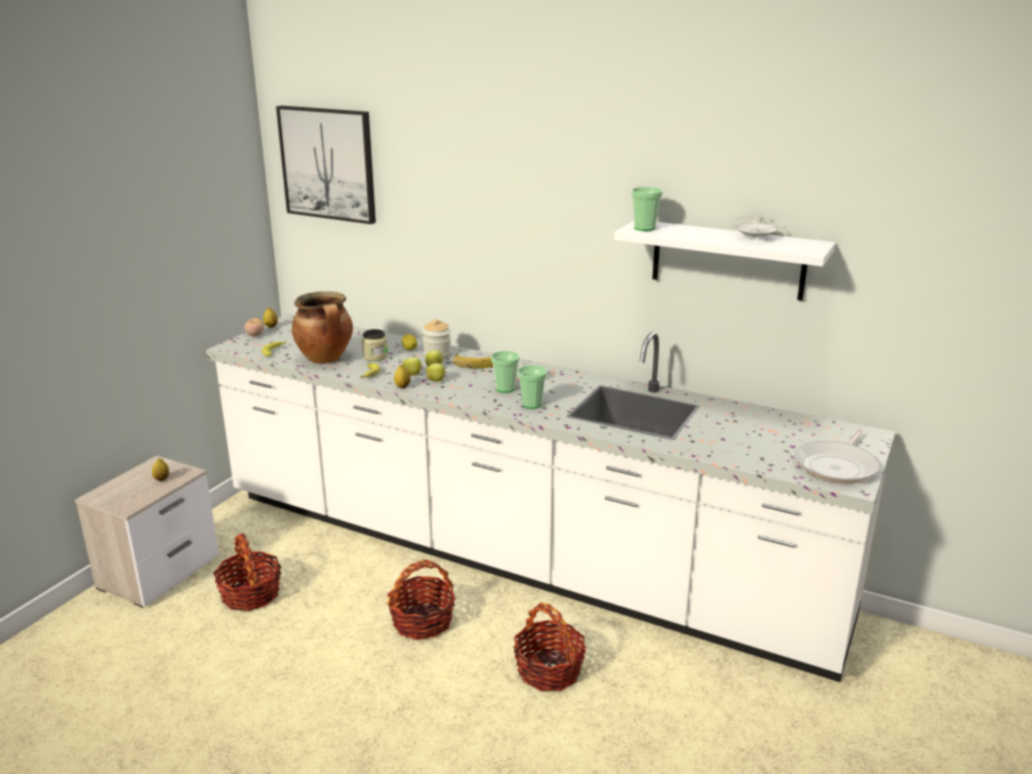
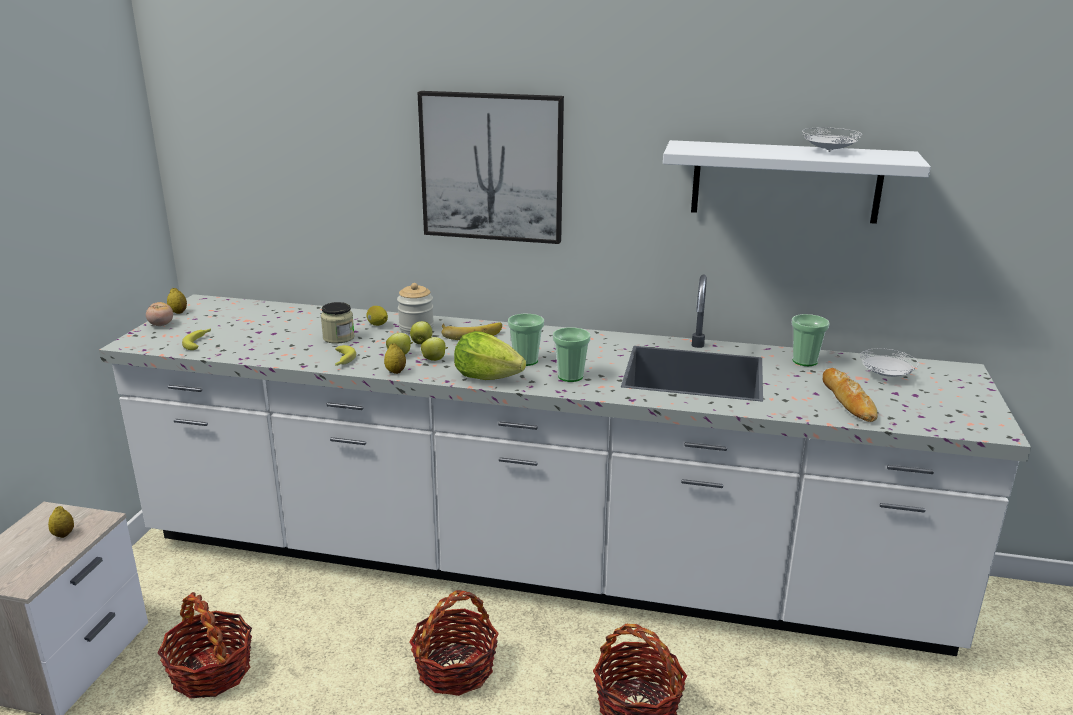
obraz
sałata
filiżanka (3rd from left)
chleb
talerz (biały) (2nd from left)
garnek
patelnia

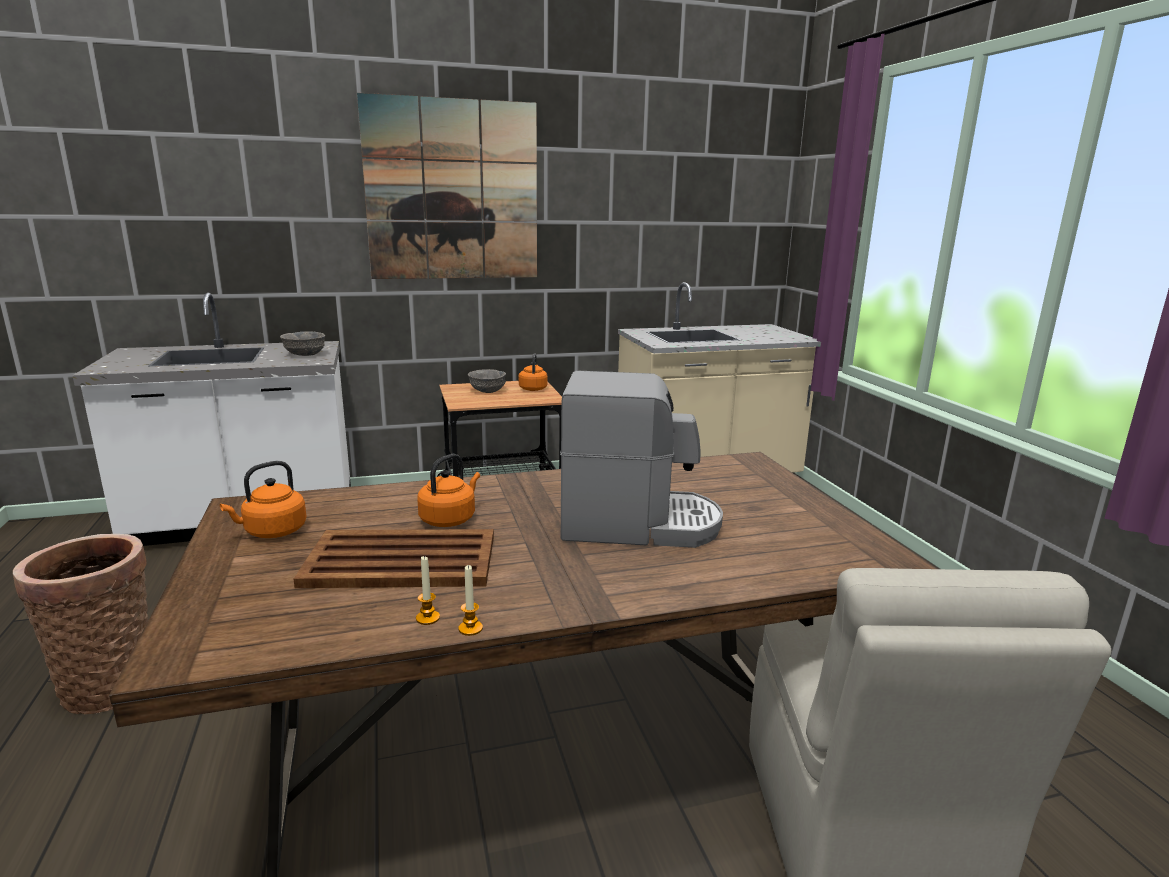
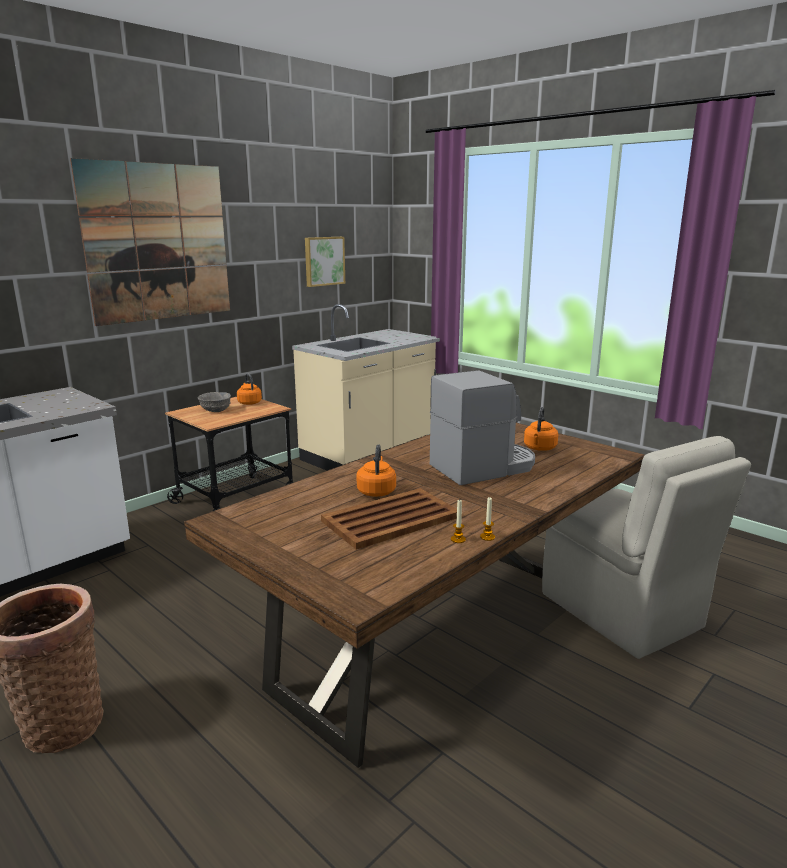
obraz (2nd from left)
czajnik (pomarańczowy) (3rd from left)
miska (szary) (1st from left in the first image)

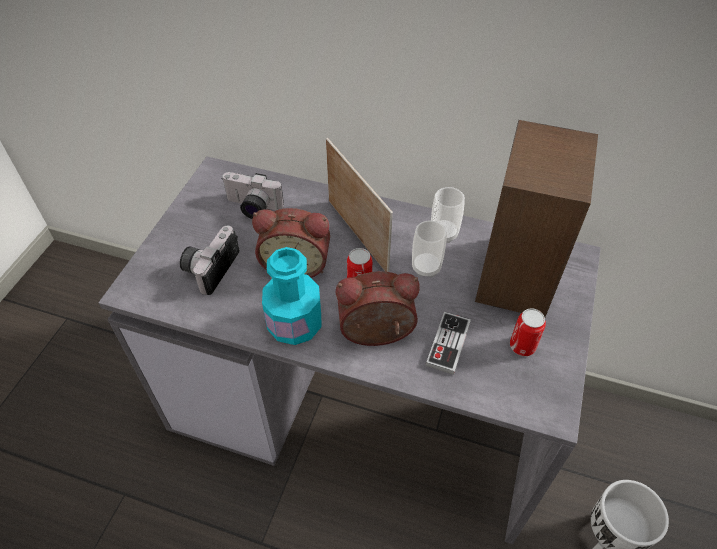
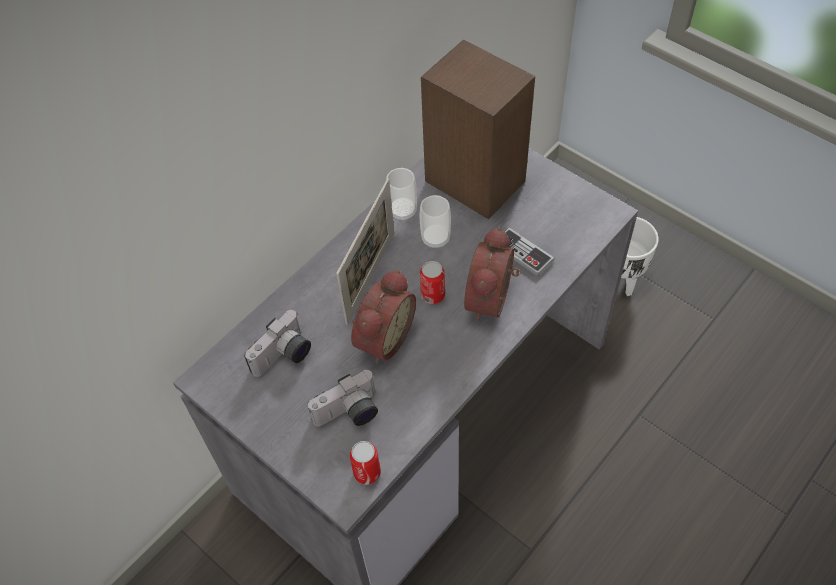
aparat fotograficzny (2nd from left)
ramka na zdjęcie
puszka (1st from left)
butelka (turkusowy)

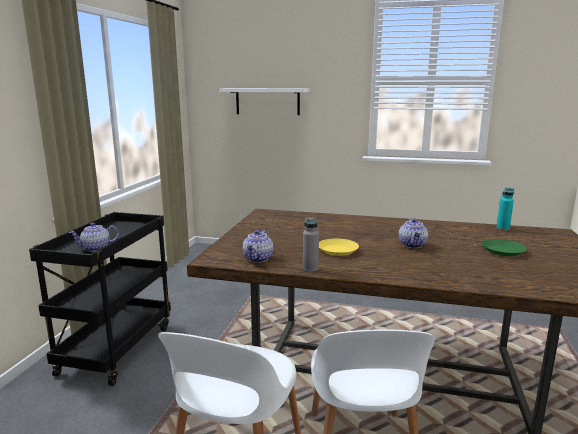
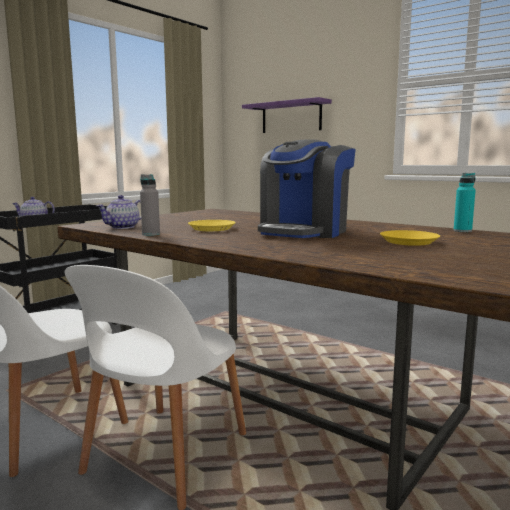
półka (fioletowy)
ekspres do kawy
talerz (żółty) (2nd from left)

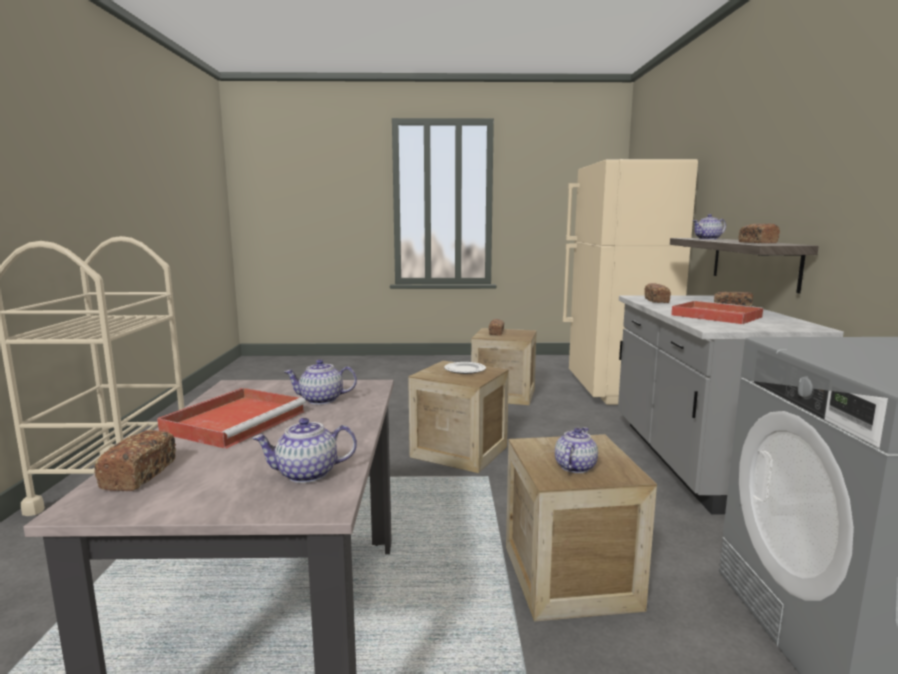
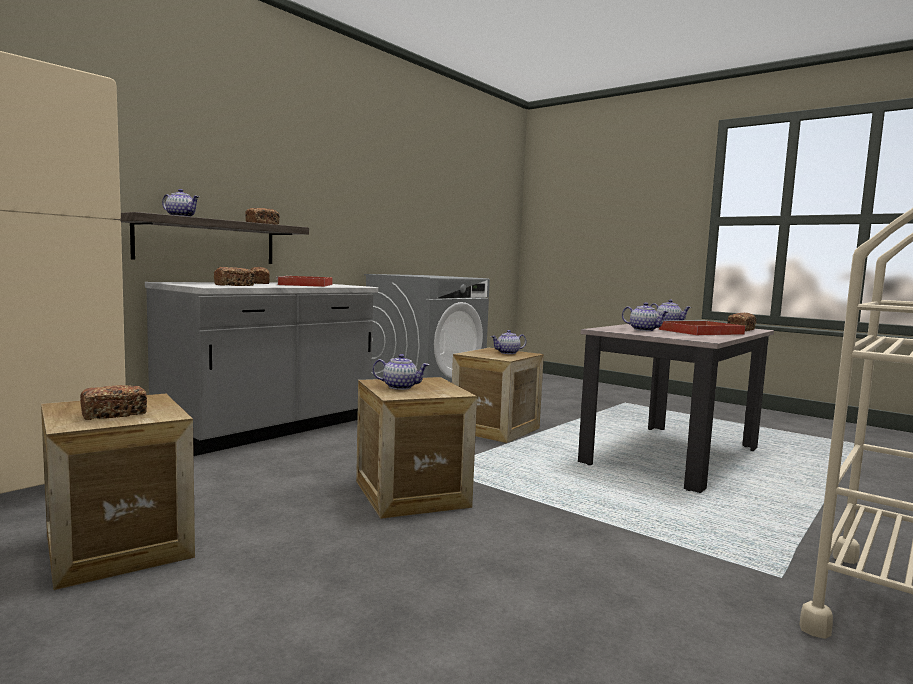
imbryk (2nd from left)

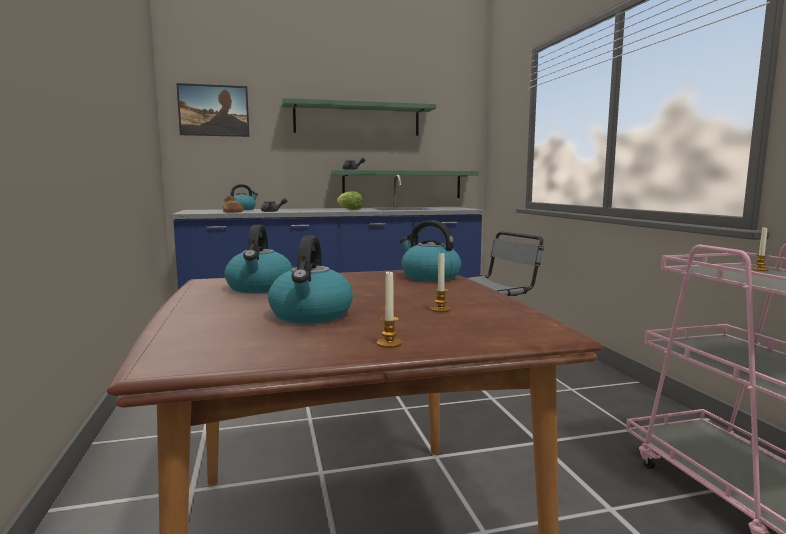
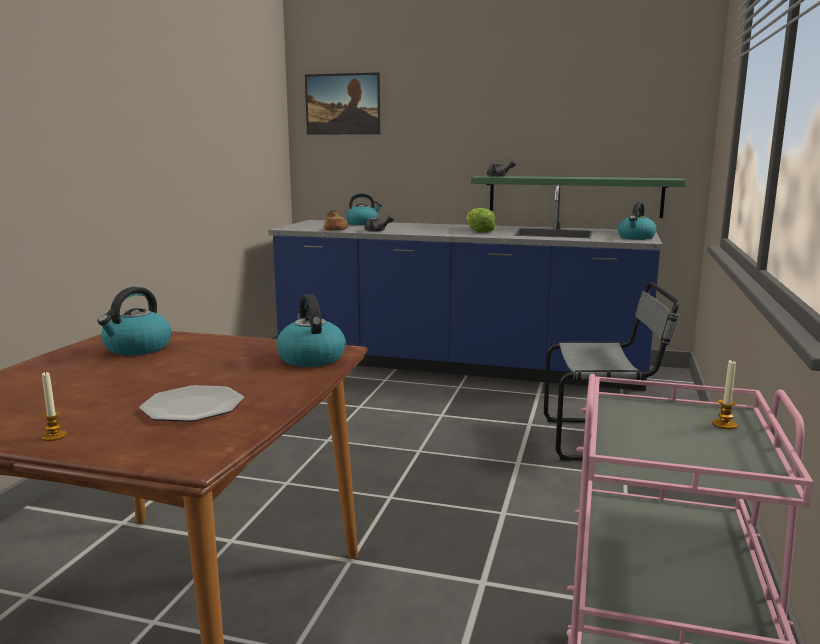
talerz
czajnik (4th from left)
półka (zielony) (1st from left in the first image)

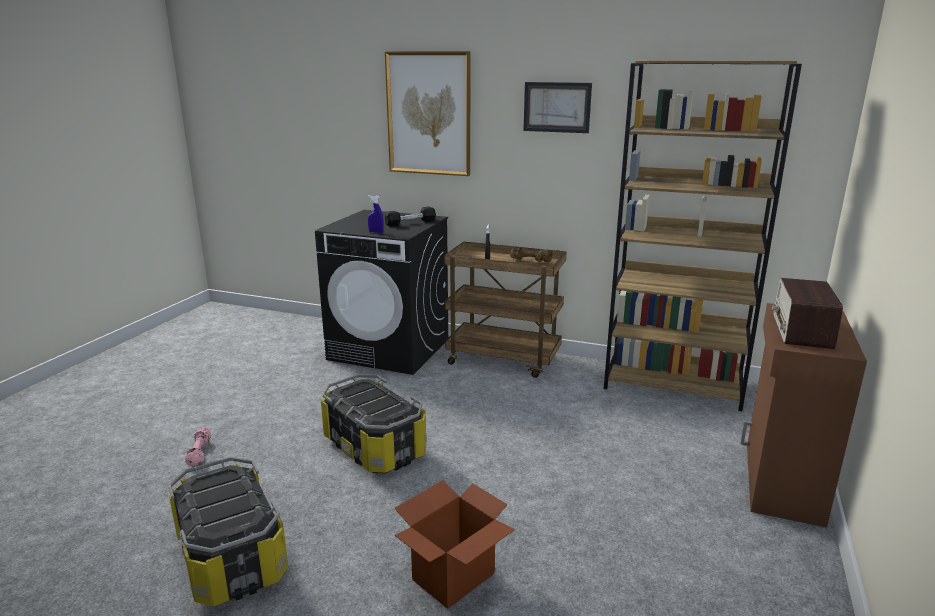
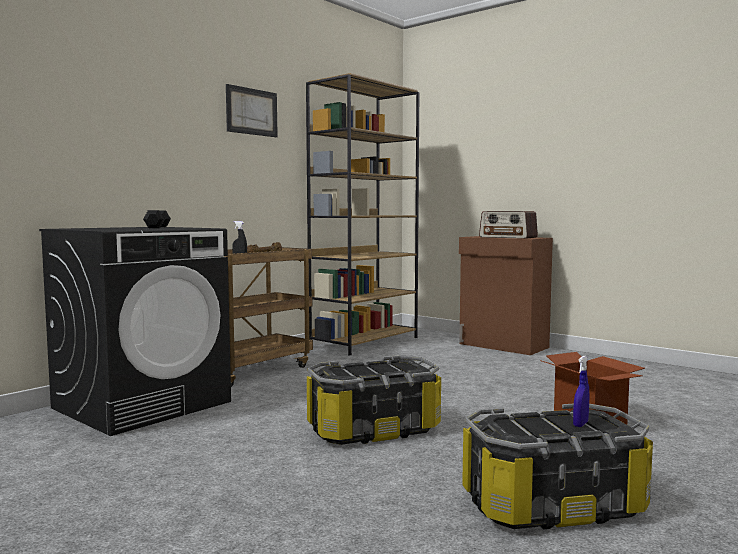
spryskiwacz (niebieski)
hantel (różowy)
obraz (1st from left in the first image)

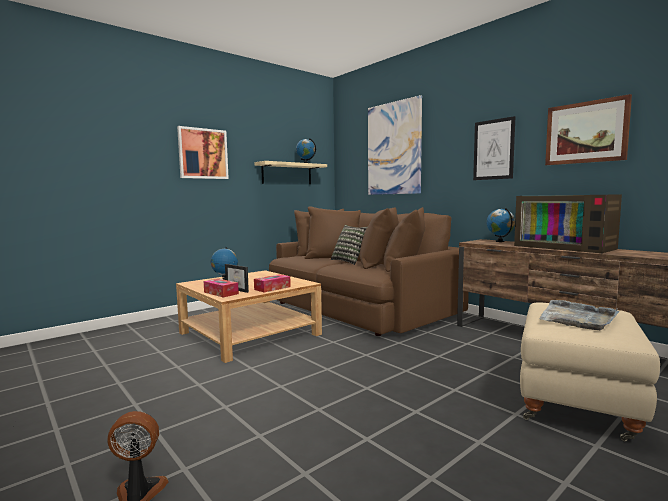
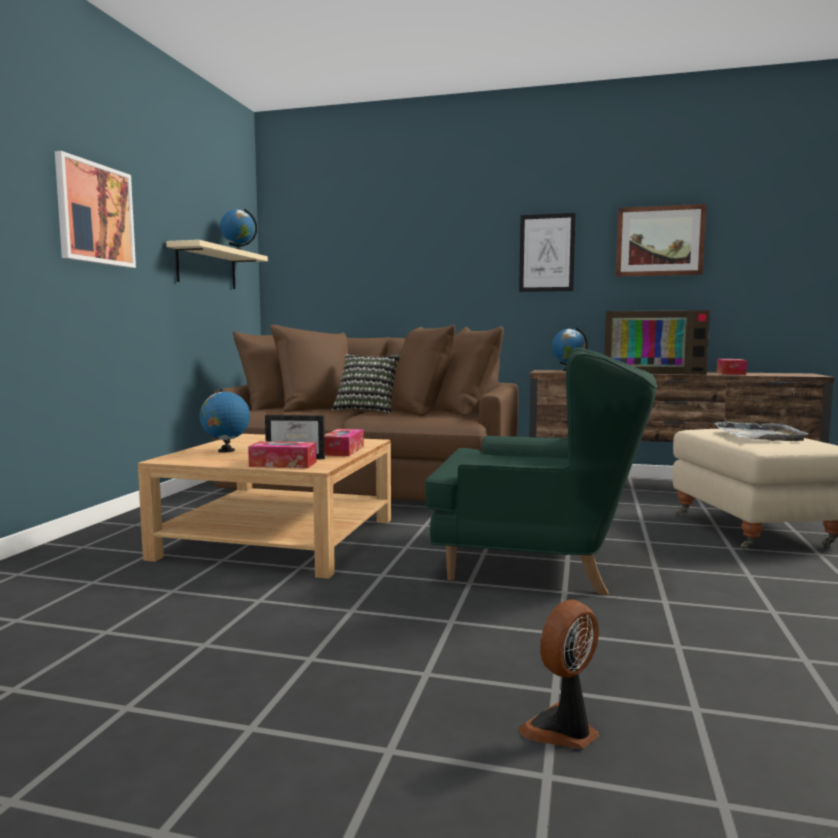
fotel (zielony)
pudełko chusteczek (3rd from left)
obraz (2nd from left in the first image)

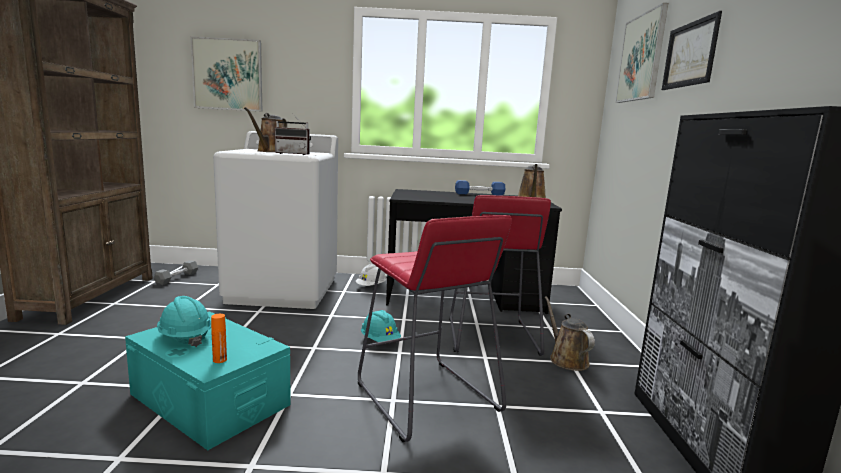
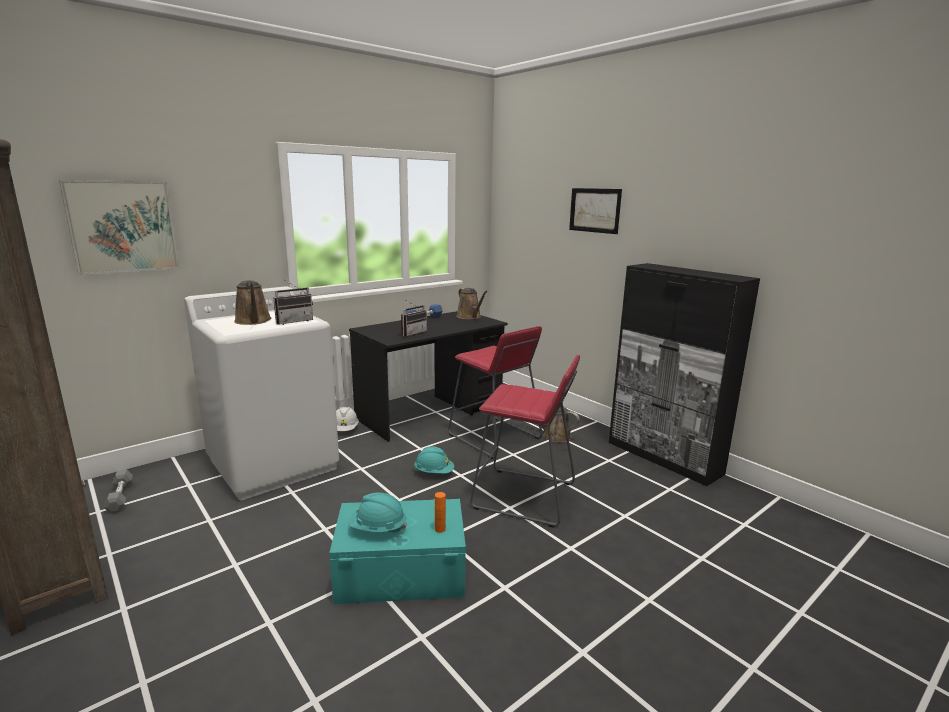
radio (2nd from left)
obraz (2nd from left in the first image)

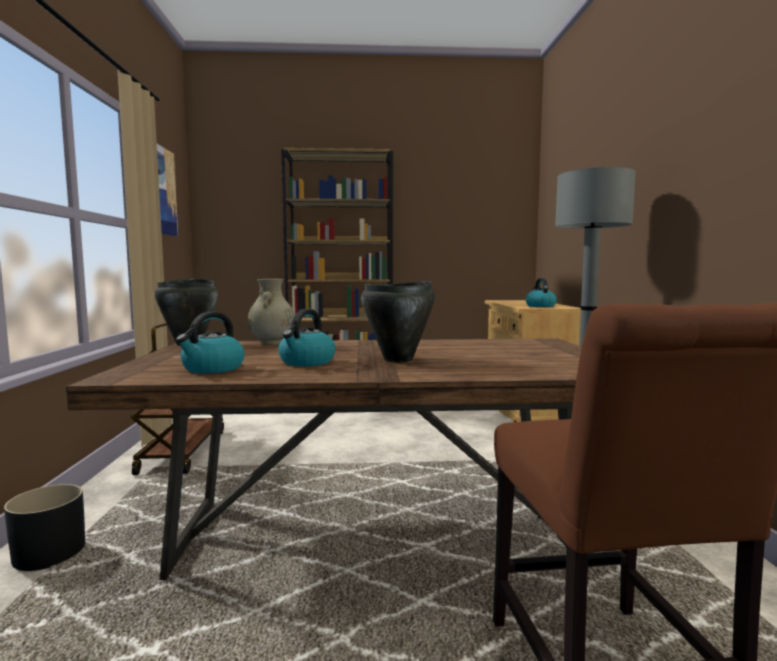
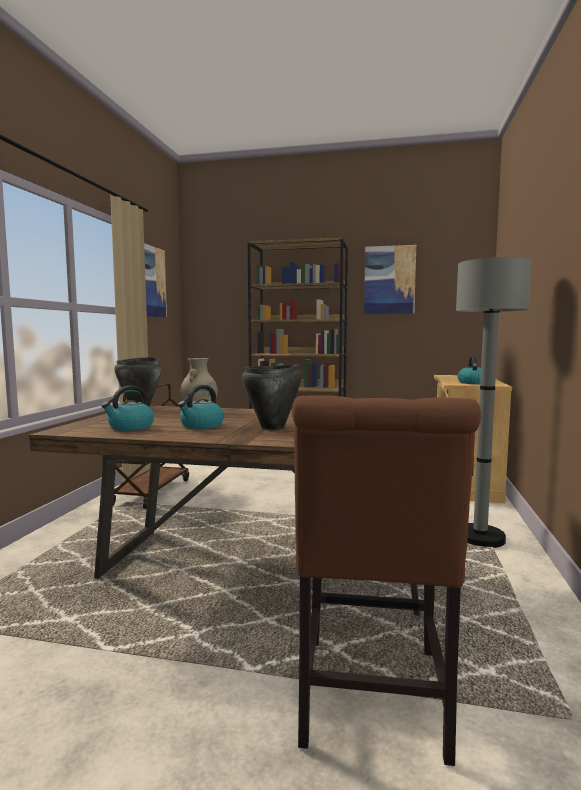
obraz (2nd from left)
donica (czarny)

